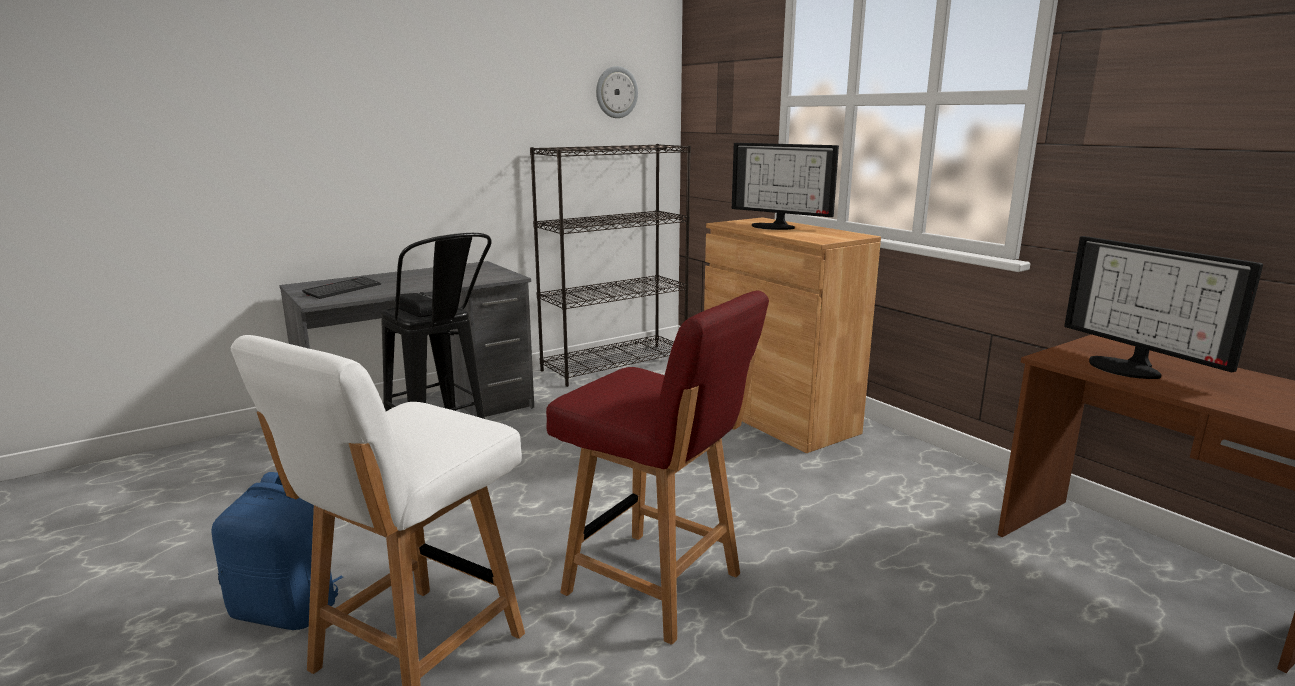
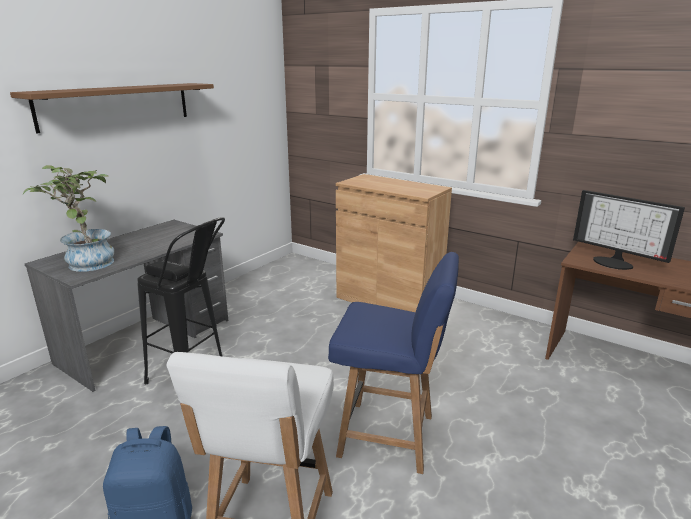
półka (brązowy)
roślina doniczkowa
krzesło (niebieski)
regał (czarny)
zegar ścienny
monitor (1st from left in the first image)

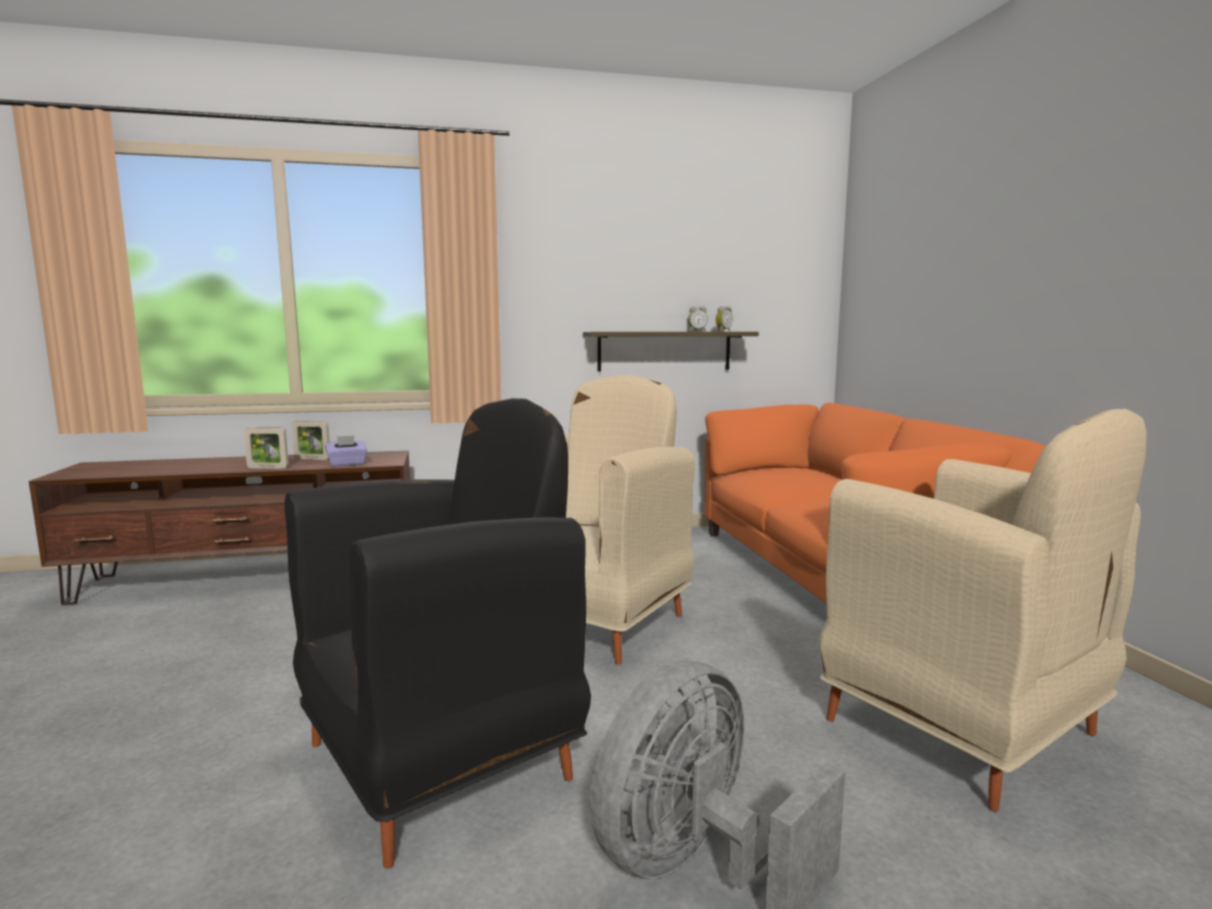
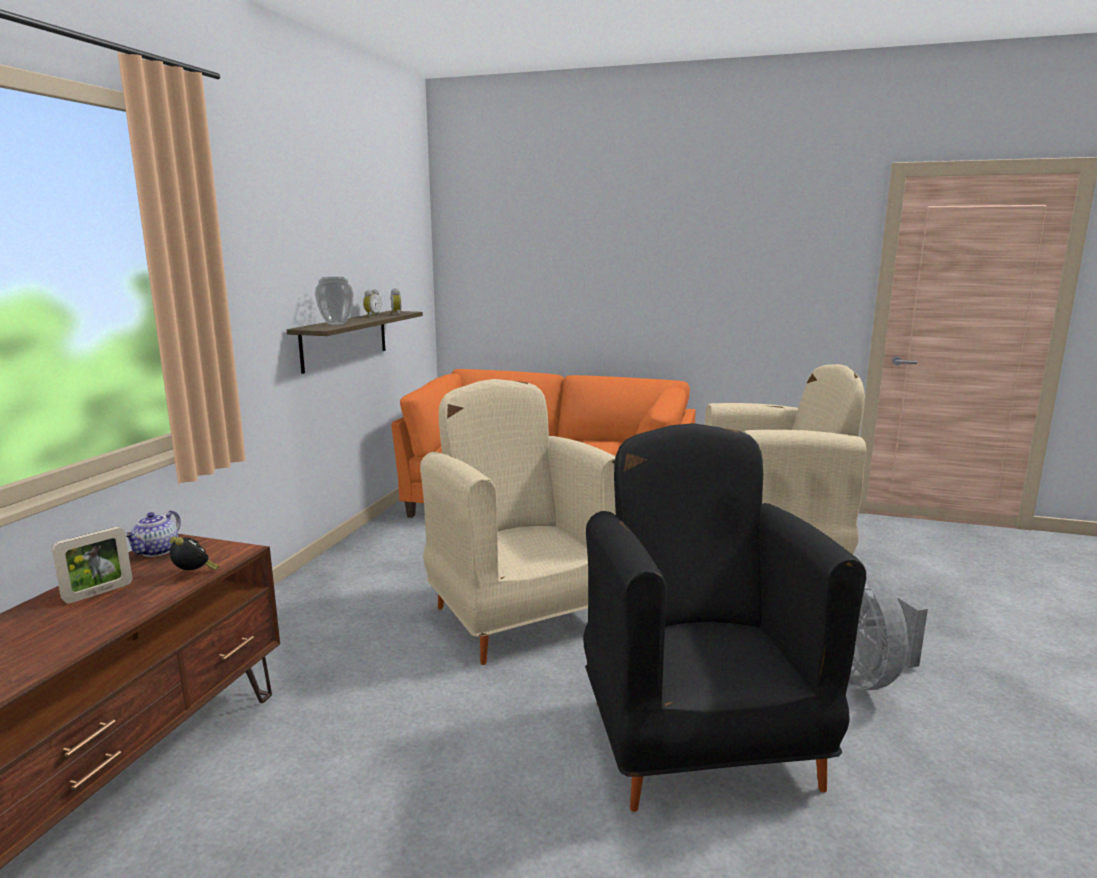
imbryk
budzik (1st from left)
wazon
ramka na zdjęcie (1st from left in the first image)

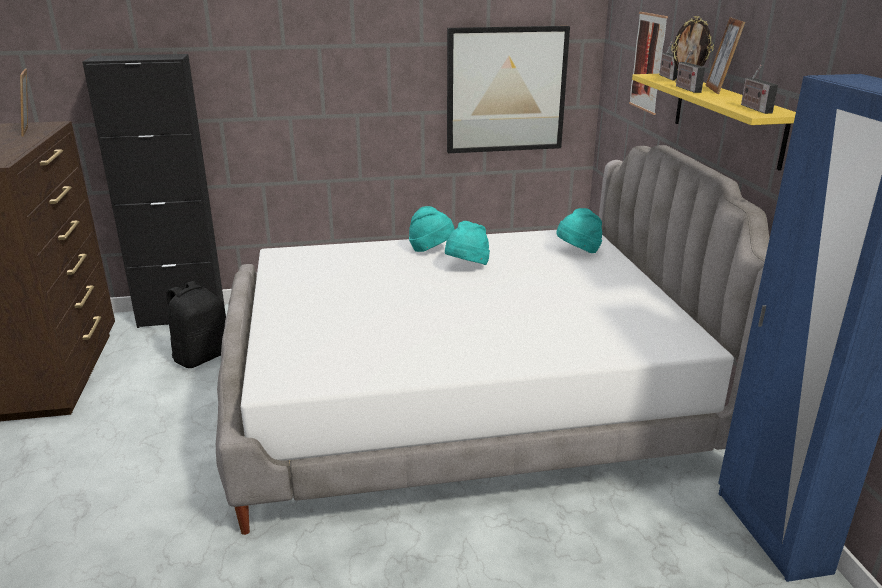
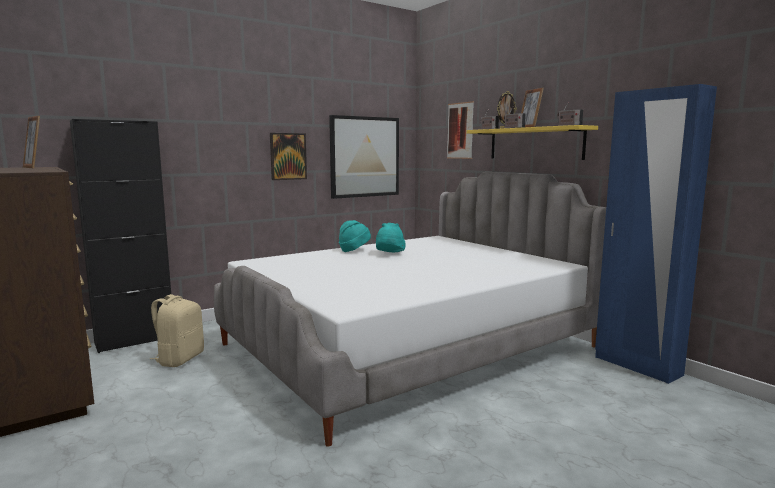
plecak (beżowy)
obraz (1st from left)
kapelusz (turkusowy) (3rd from left in the first image)

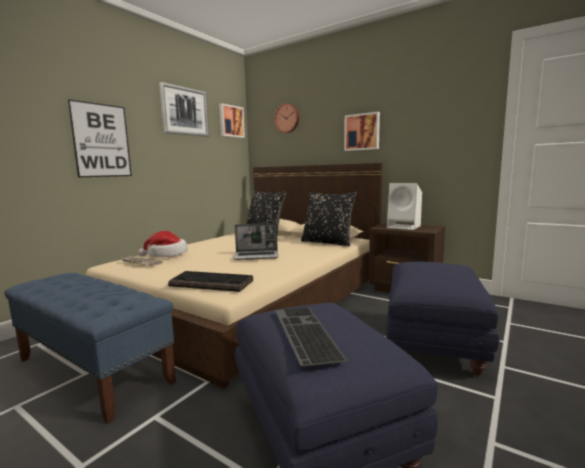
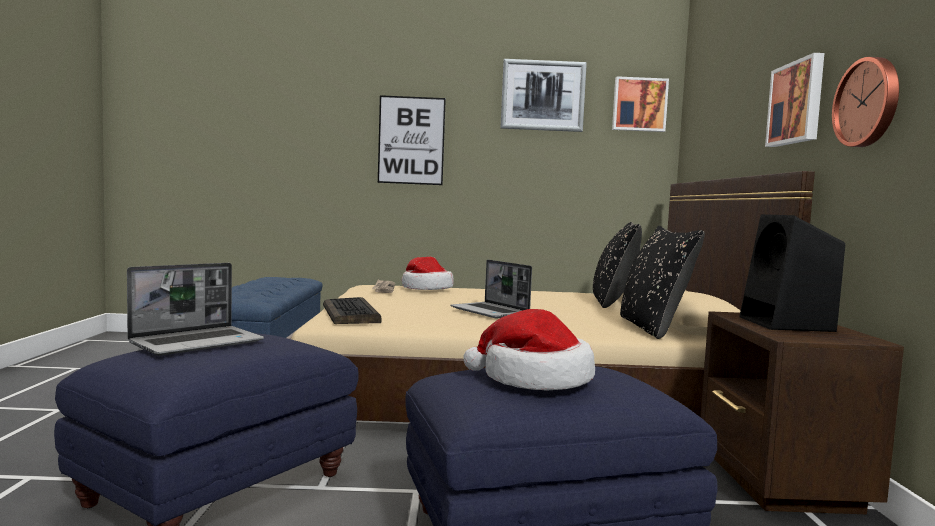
laptop (1st from left)
kapelusz (2nd from left)
głośnik (czarny)
zegar ścienny

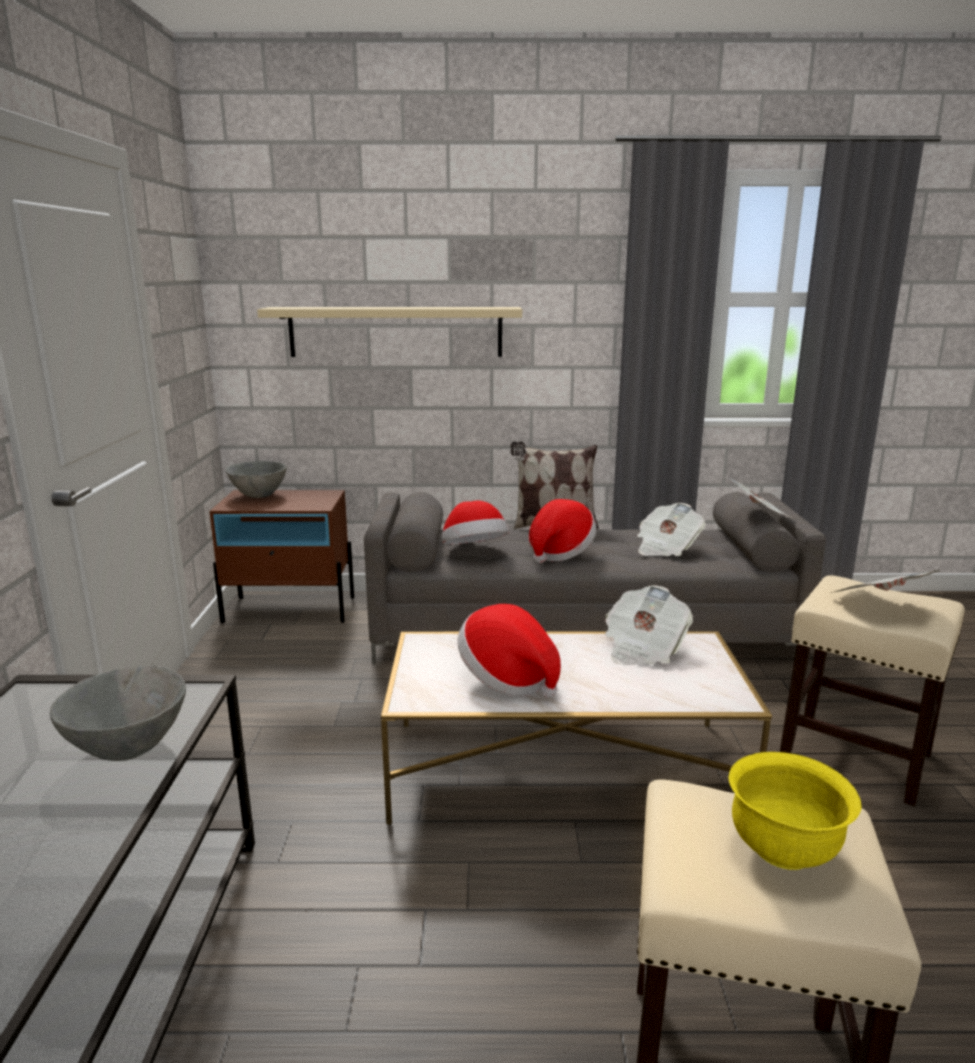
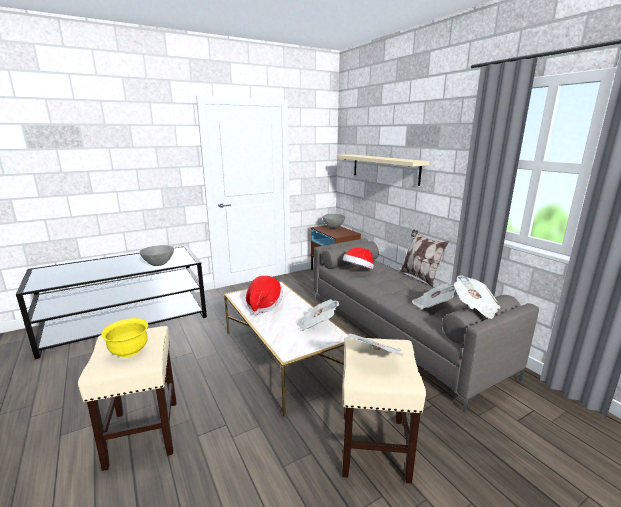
kapelusz (3rd from left in the first image)

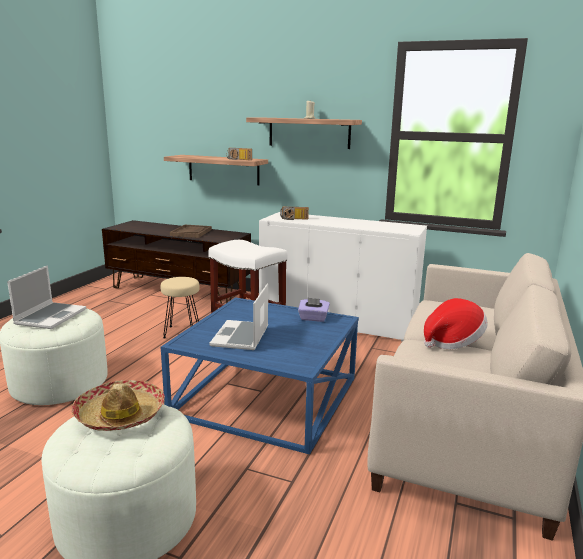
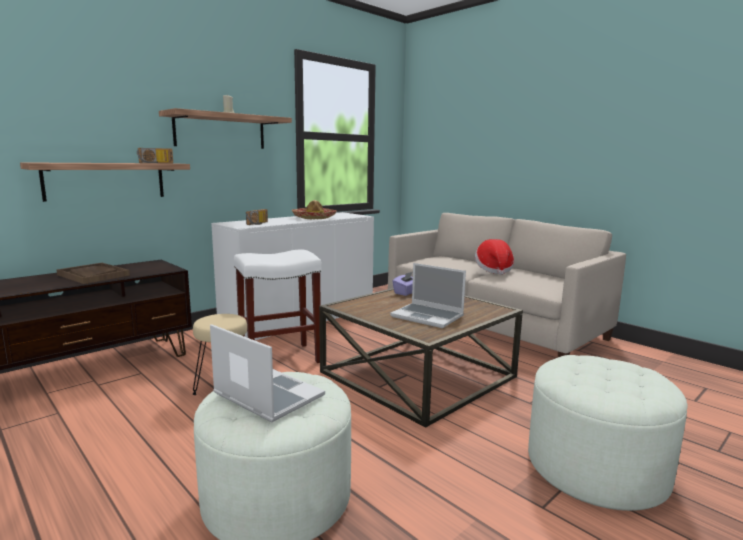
kapelusz (1st from left)
ława (brązowy)

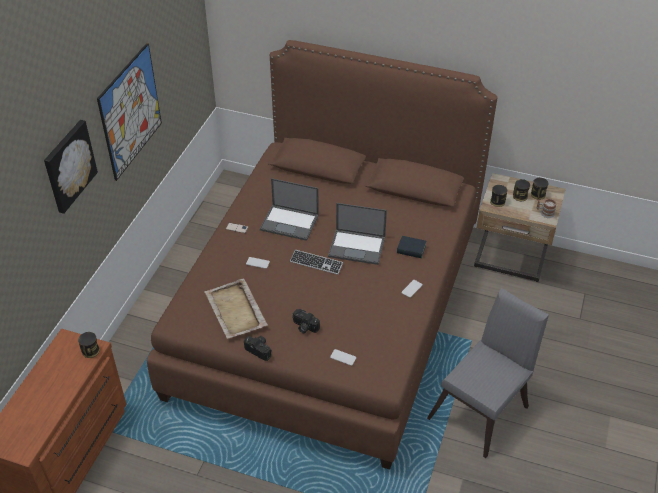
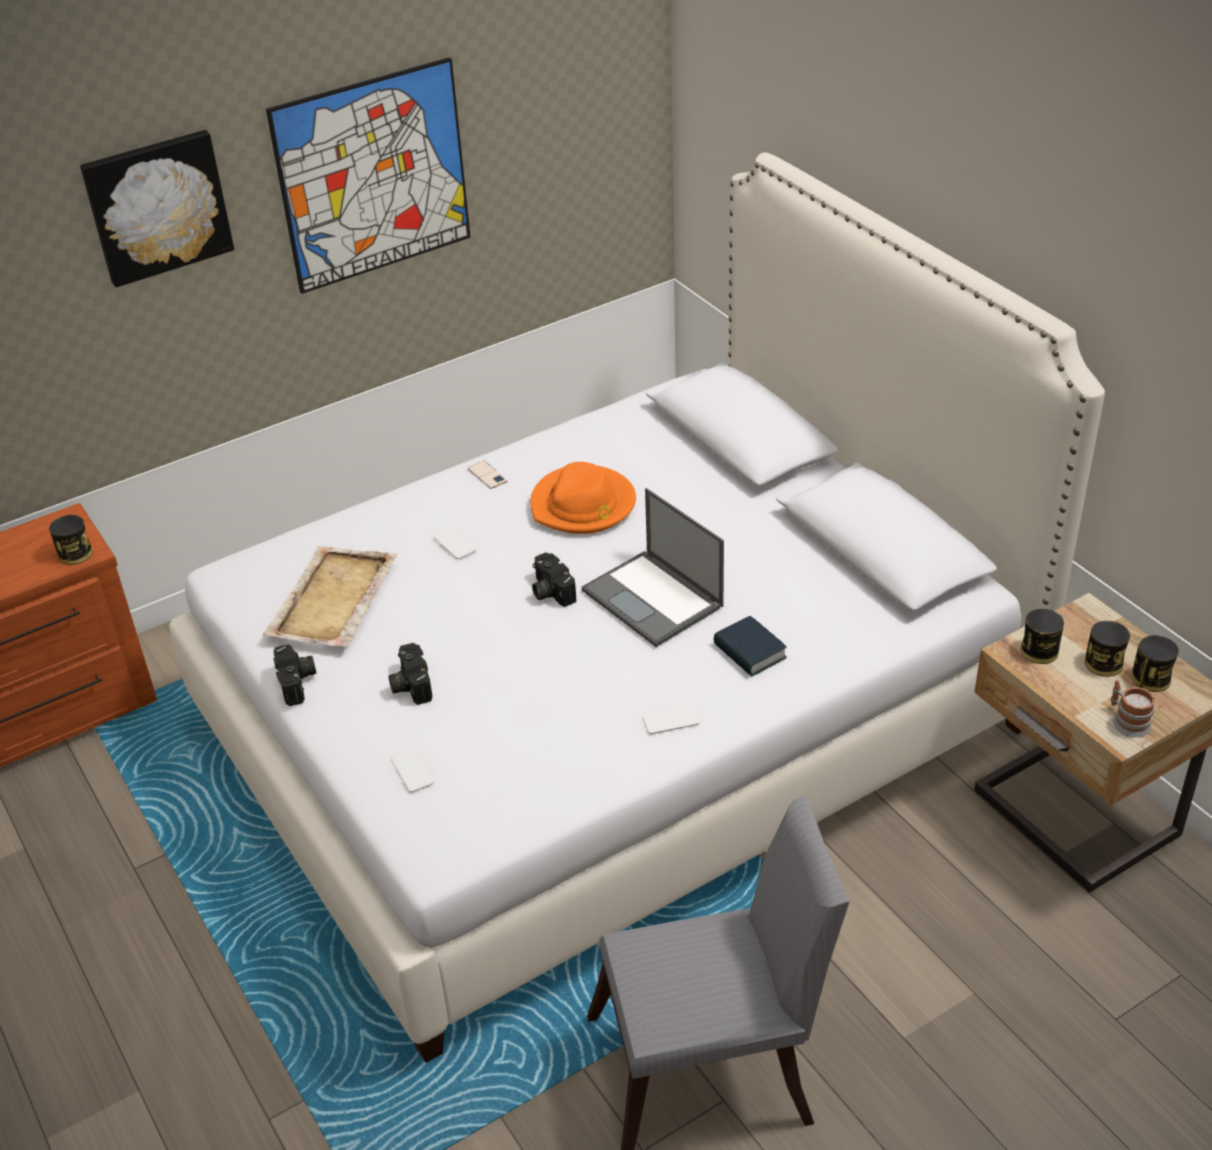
łóżko (biały)
kapelusz (pomarańczowy)
aparat fotograficzny (3rd from left)

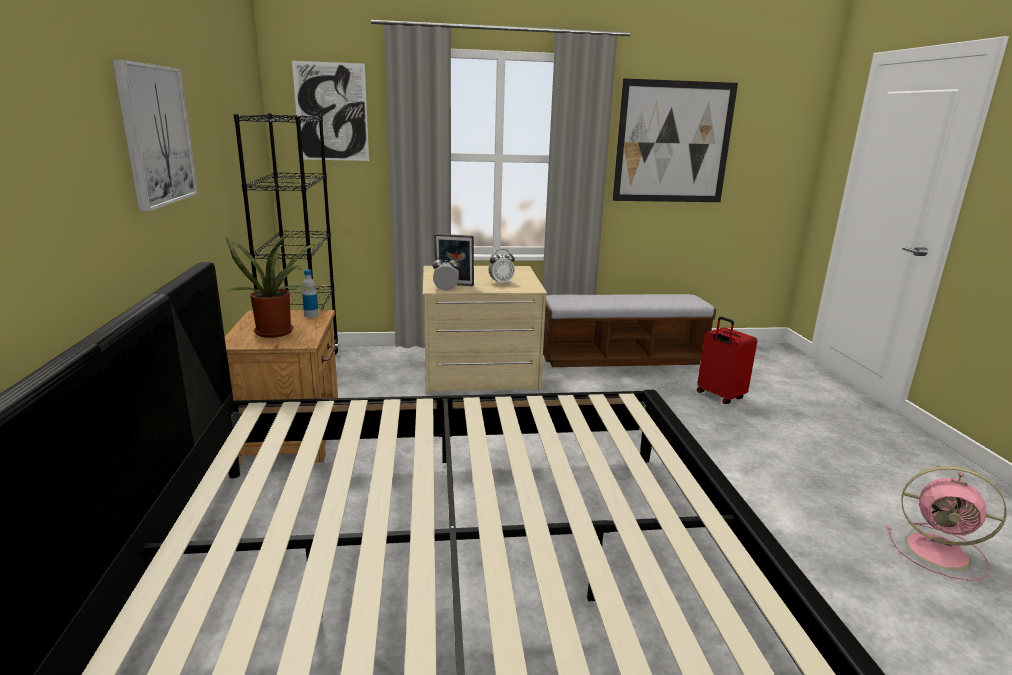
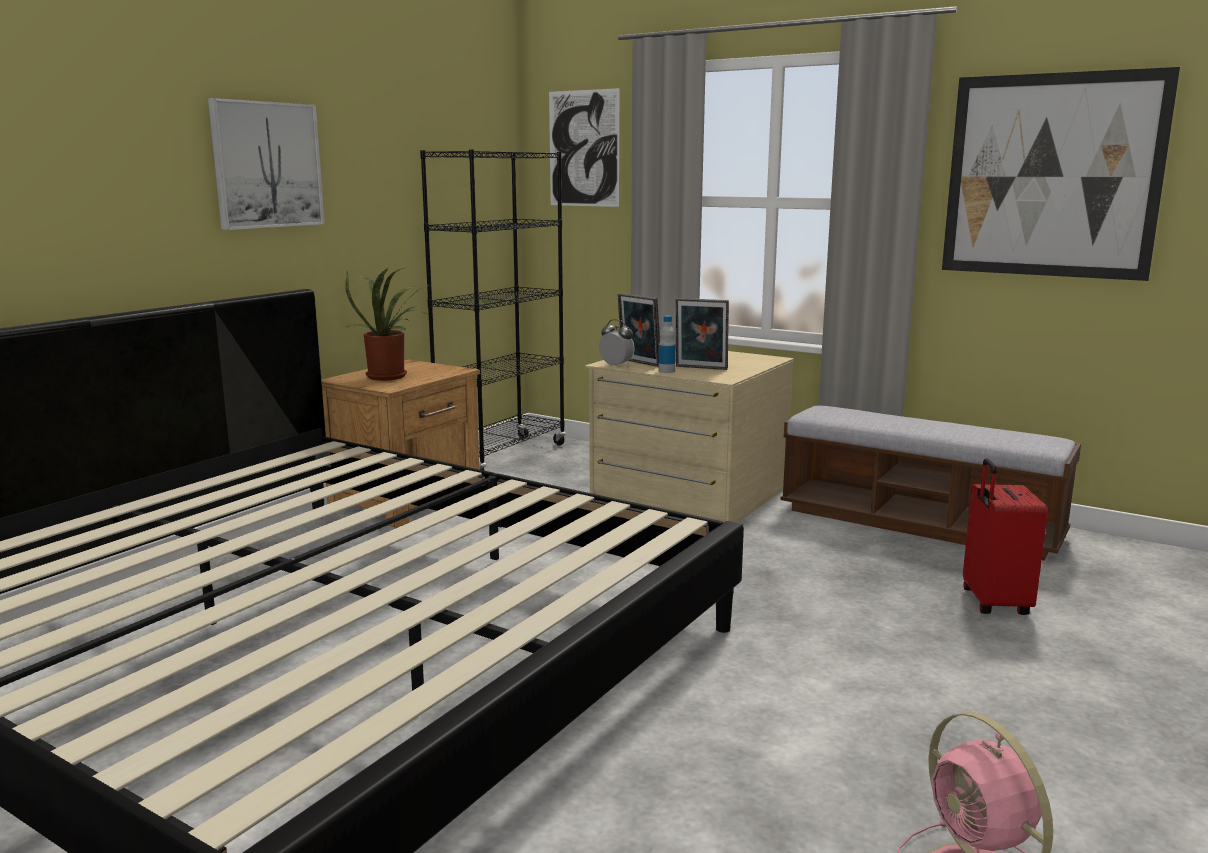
butelka
ramka na zdjęcie (2nd from left)

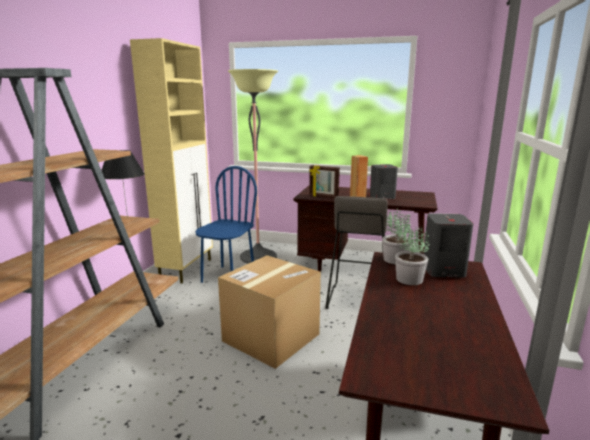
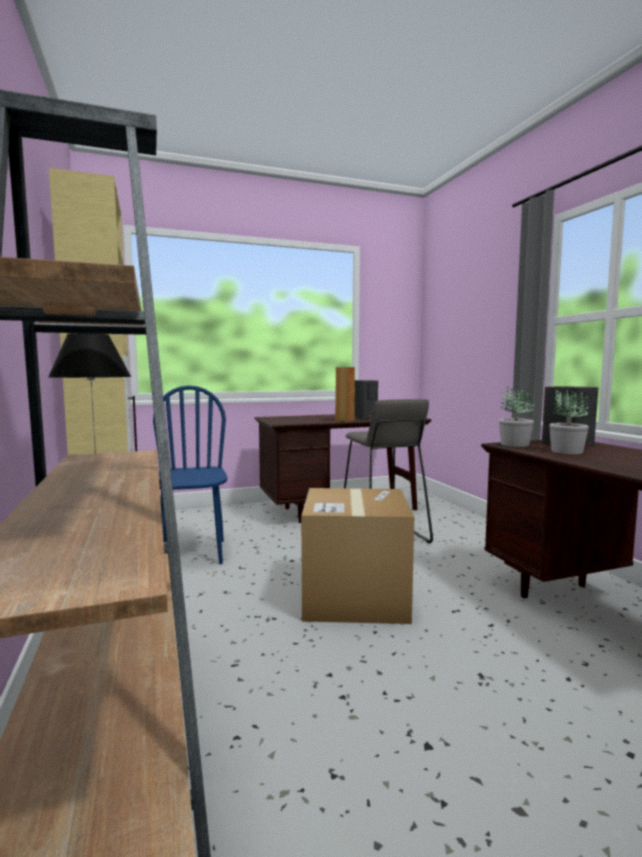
lampa stojąca
ramka na zdjęcie

